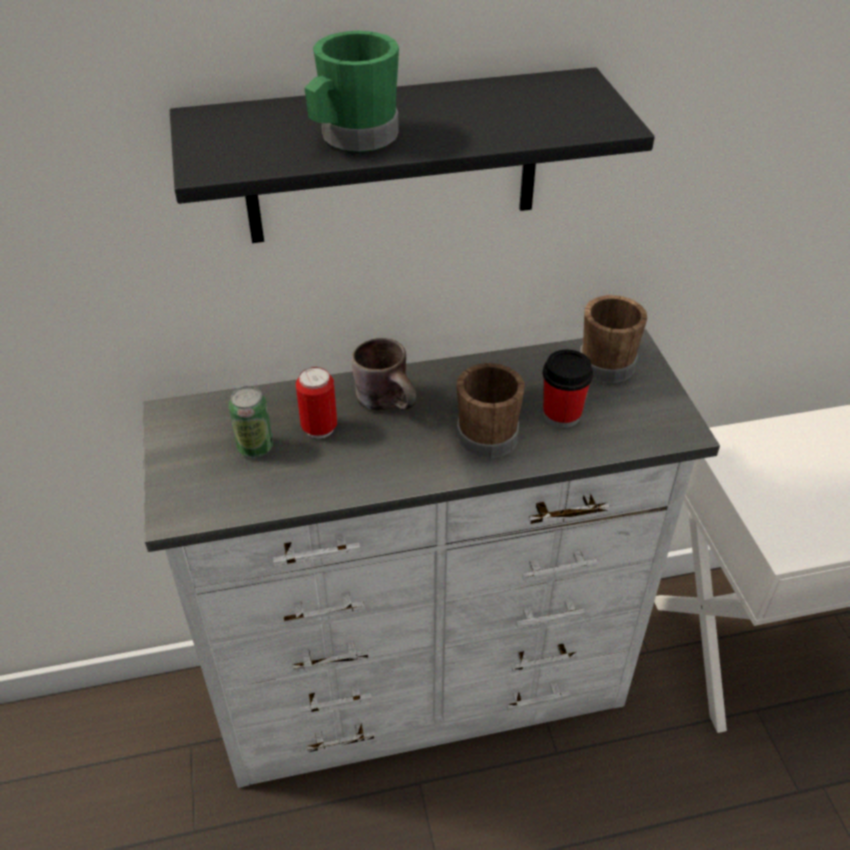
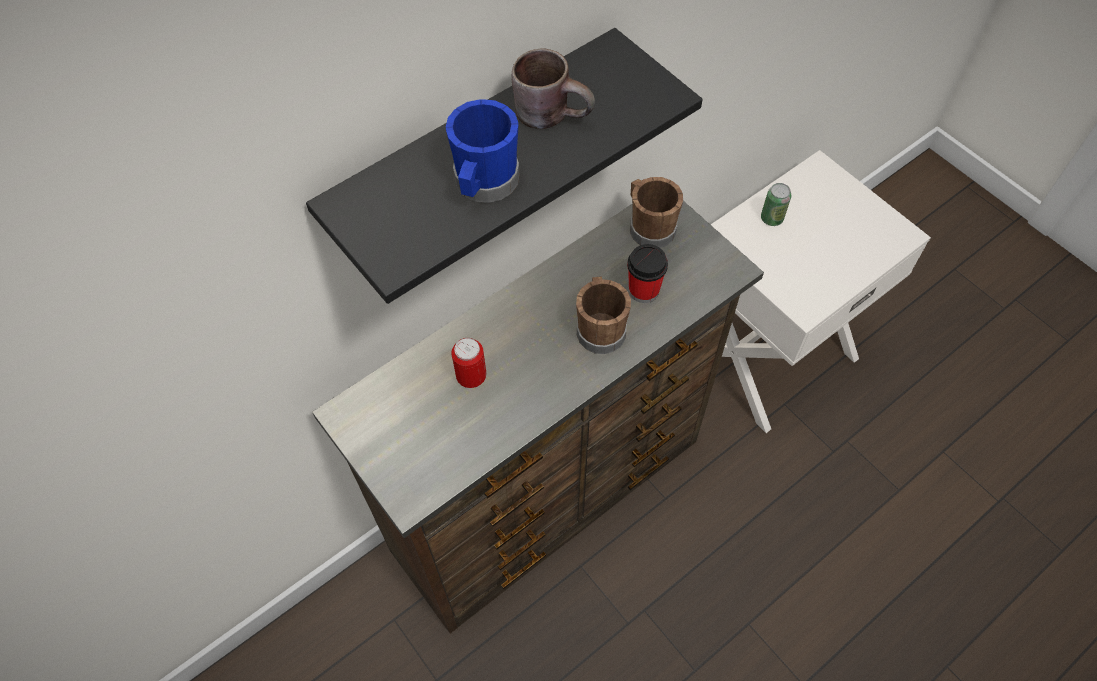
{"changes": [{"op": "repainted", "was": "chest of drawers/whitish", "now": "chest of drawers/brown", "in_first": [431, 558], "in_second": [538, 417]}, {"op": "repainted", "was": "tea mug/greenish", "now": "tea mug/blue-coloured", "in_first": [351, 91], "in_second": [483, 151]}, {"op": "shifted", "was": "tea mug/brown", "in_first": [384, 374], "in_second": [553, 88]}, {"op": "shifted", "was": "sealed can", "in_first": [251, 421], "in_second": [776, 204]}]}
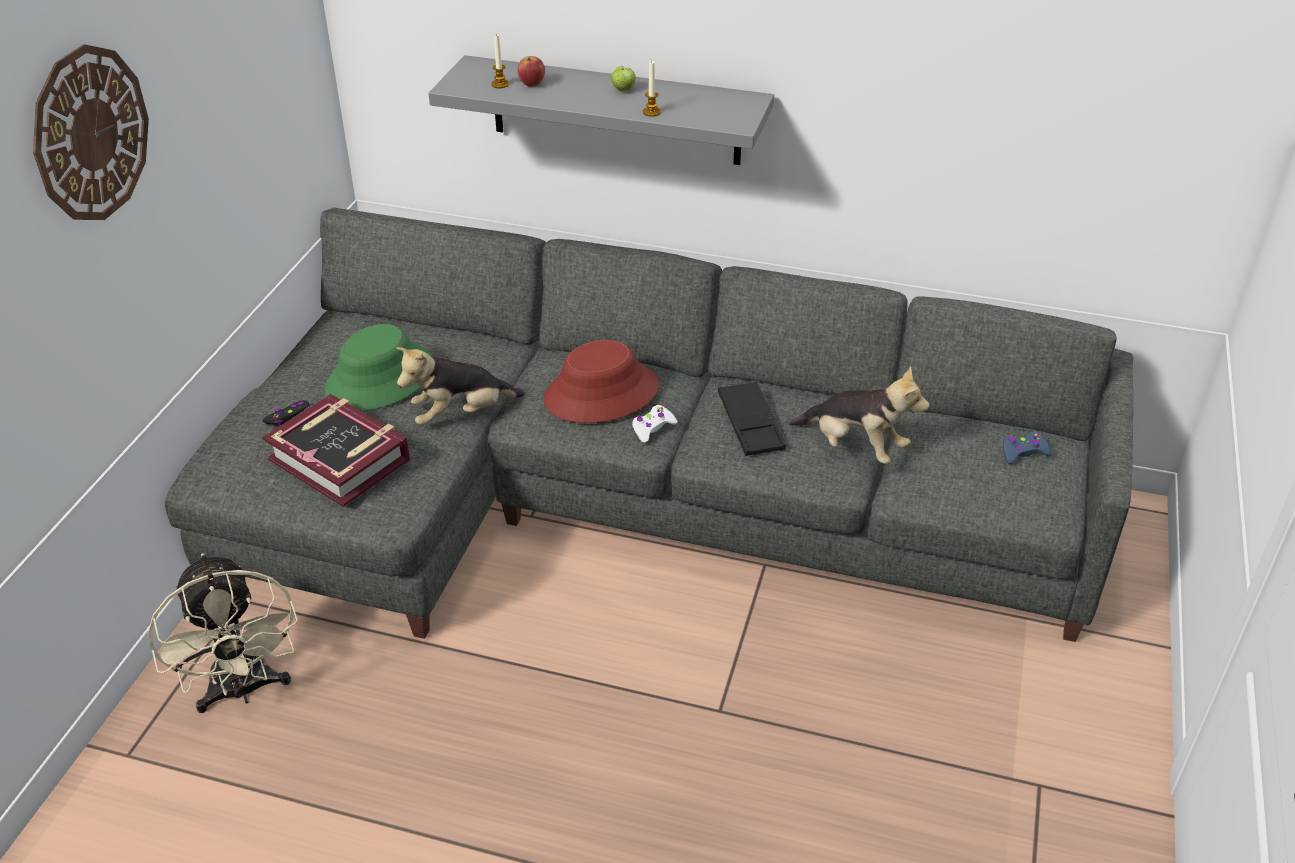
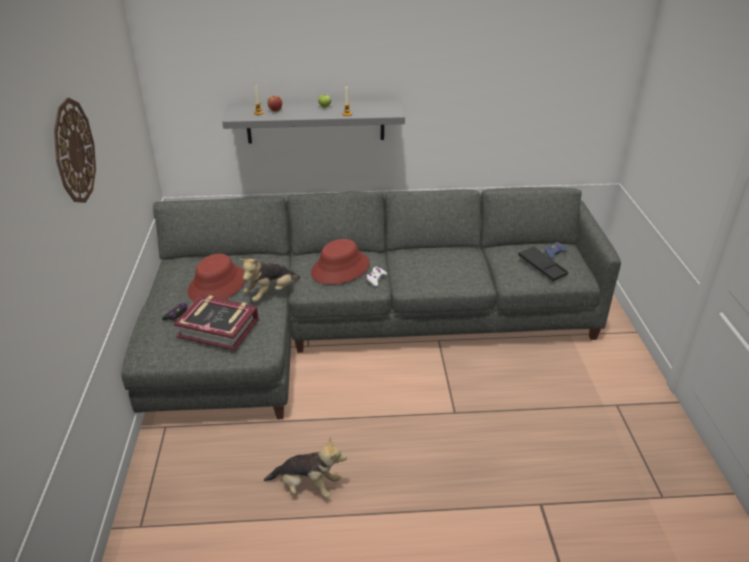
{"changes": [{"op": "repainted", "was": "clothing hat/greenish", "now": "clothing hat/red-coloured", "in_first": [379, 367], "in_second": [216, 277]}, {"op": "shifted", "was": "soft toy", "in_first": [859, 415], "in_second": [305, 467]}, {"op": "shifted", "was": "tray/black", "in_first": [752, 418], "in_second": [543, 263]}, {"op": "gone", "was": "cooling fan/beige", "in_first": [223, 633]}]}
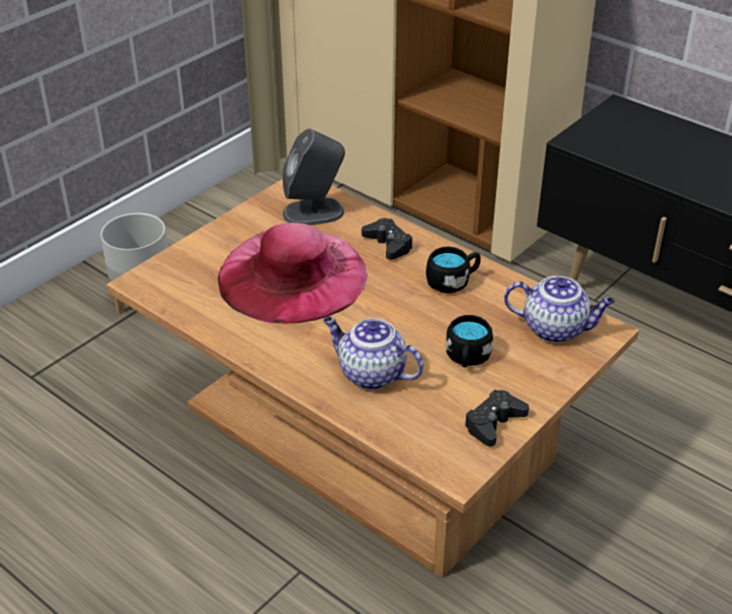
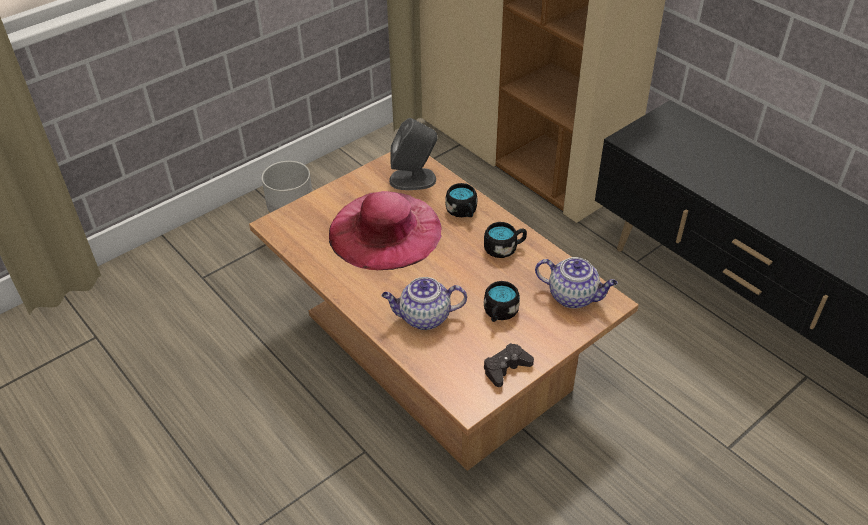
{"changes": [{"op": "rotated", "was": "teapot", "in_first": [373, 353], "in_second": [424, 303], "clockwise": -45}, {"op": "swapped", "was": "gamepad/black", "now": "tea mug/black", "in_first": [387, 239], "in_second": [461, 200]}]}
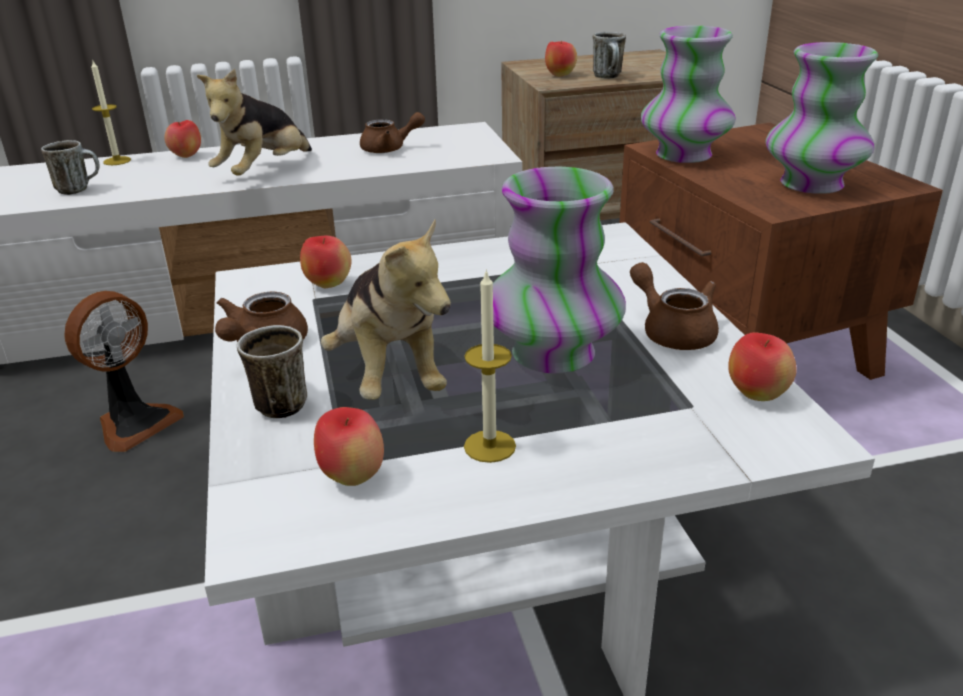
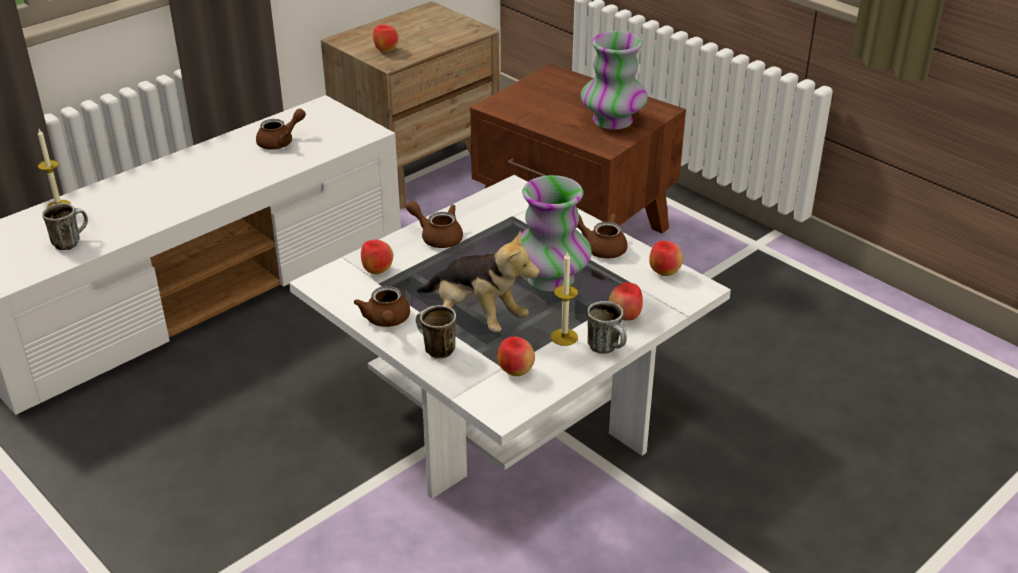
{"changes": [{"op": "new", "now": "teapot/brown", "in_second": [434, 224]}, {"op": "shifted", "was": "tea mug", "in_first": [609, 55], "in_second": [607, 327]}, {"op": "shifted", "was": "apple", "in_first": [182, 139], "in_second": [625, 301]}, {"op": "gone", "was": "cooling fan", "in_first": [124, 371]}, {"op": "gone", "was": "soft toy", "in_first": [254, 122]}, {"op": "gone", "was": "flower vase", "in_first": [688, 94]}]}
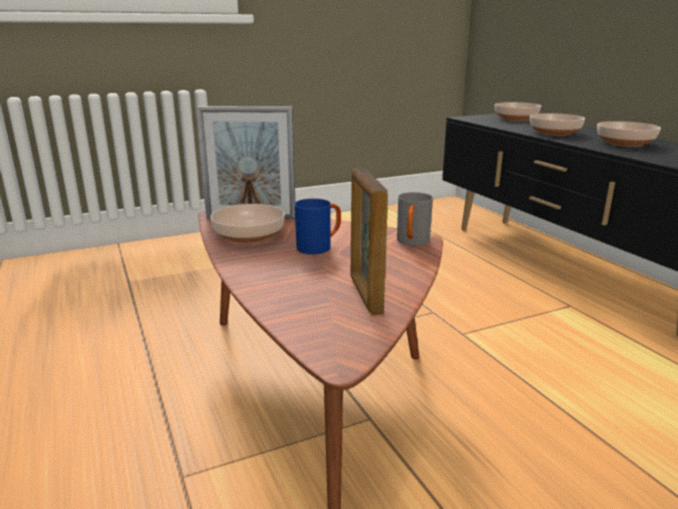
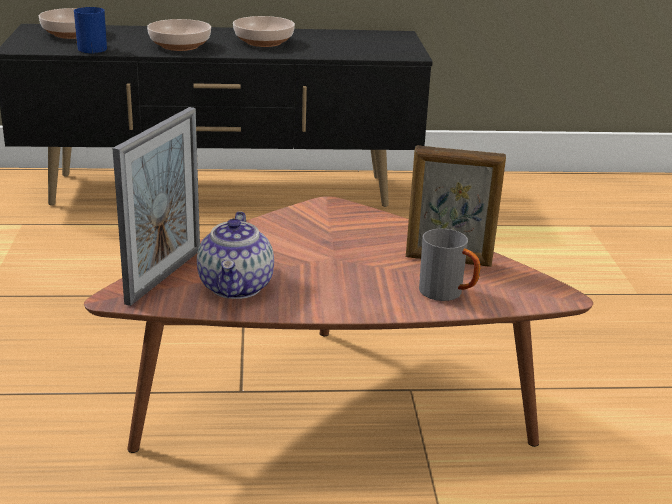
{"changes": [{"op": "shifted", "was": "tea mug/blue-coloured", "in_first": [318, 227], "in_second": [90, 30]}, {"op": "swapped", "was": "bowl", "now": "teapot", "in_first": [248, 223], "in_second": [235, 255]}, {"op": "shifted", "was": "tea mug/greyish", "in_first": [415, 219], "in_second": [449, 265]}]}
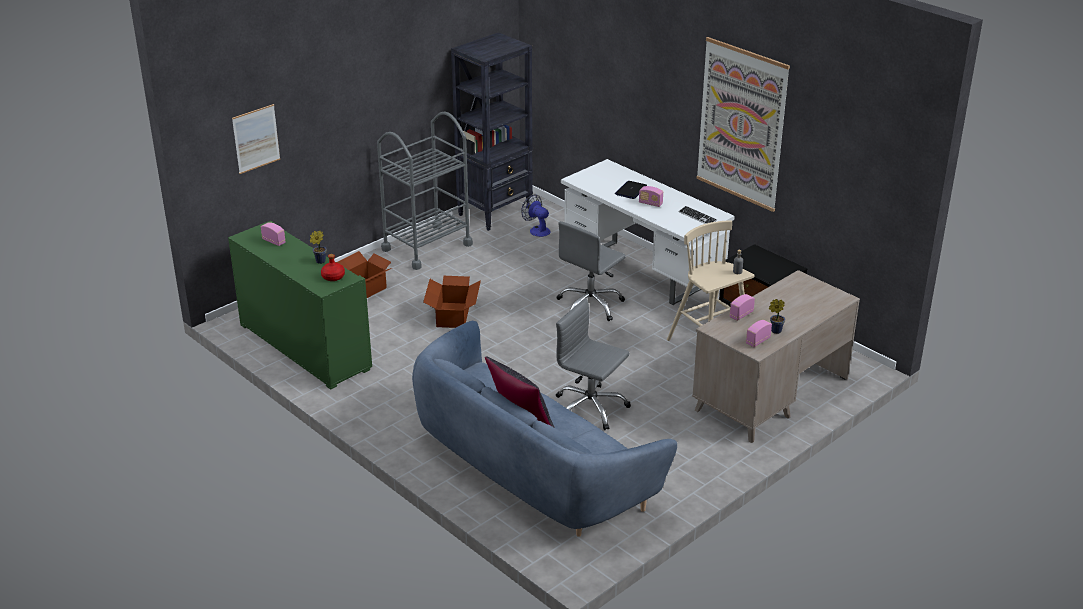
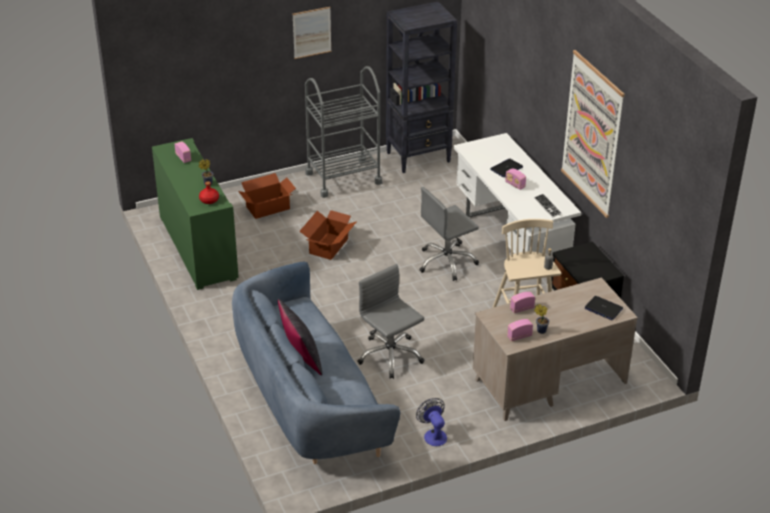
{"changes": [{"op": "shifted", "was": "picture", "in_first": [256, 139], "in_second": [312, 33]}, {"op": "shifted", "was": "cooling fan", "in_first": [536, 216], "in_second": [431, 422]}, {"op": "new", "now": "portable computer", "in_second": [604, 308]}]}
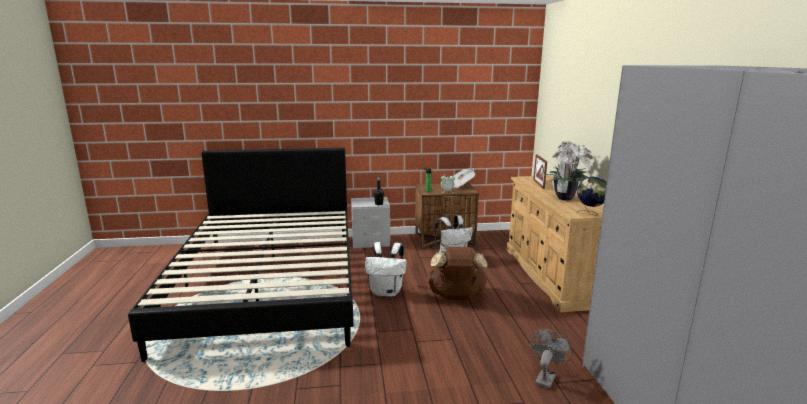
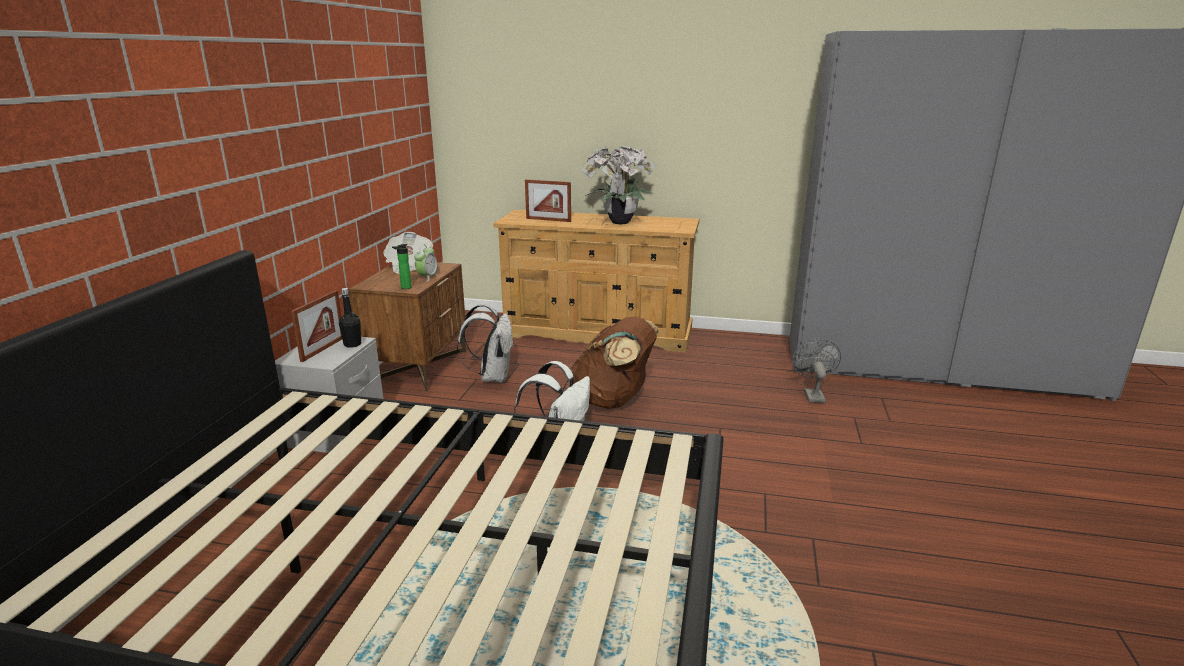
{"changes": [{"op": "new", "now": "photo frame", "in_second": [316, 326]}, {"op": "rotated", "was": "cooling fan/greyish", "in_first": [551, 359], "in_second": [816, 371], "clockwise": 45}, {"op": "gone", "was": "desk globe", "in_first": [592, 196]}]}
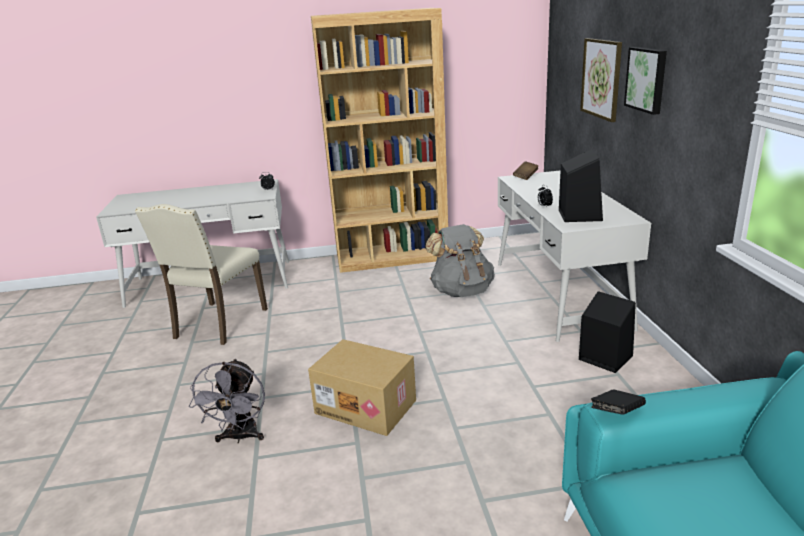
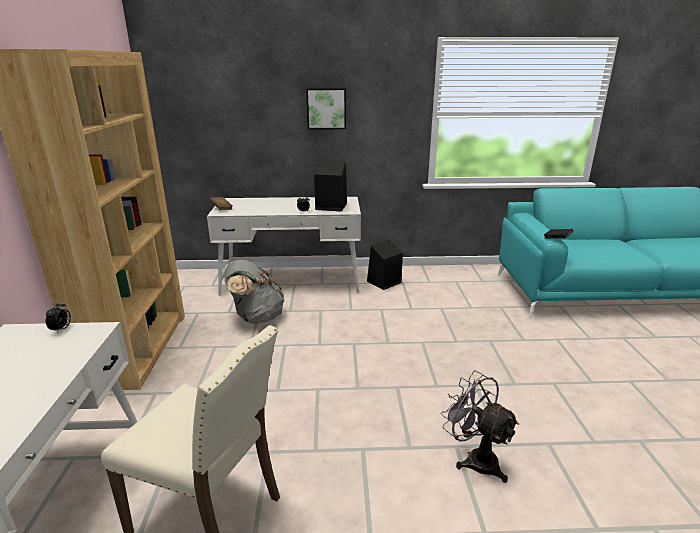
{"changes": [{"op": "rotated", "was": "cooling fan/greyish", "in_first": [227, 401], "in_second": [480, 426], "clockwise": -135}, {"op": "gone", "was": "cardboard box", "in_first": [362, 387]}, {"op": "gone", "was": "picture", "in_first": [601, 80]}]}
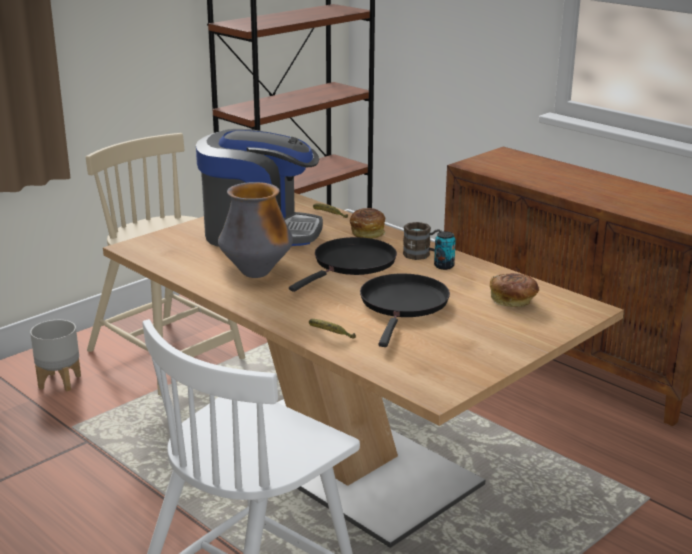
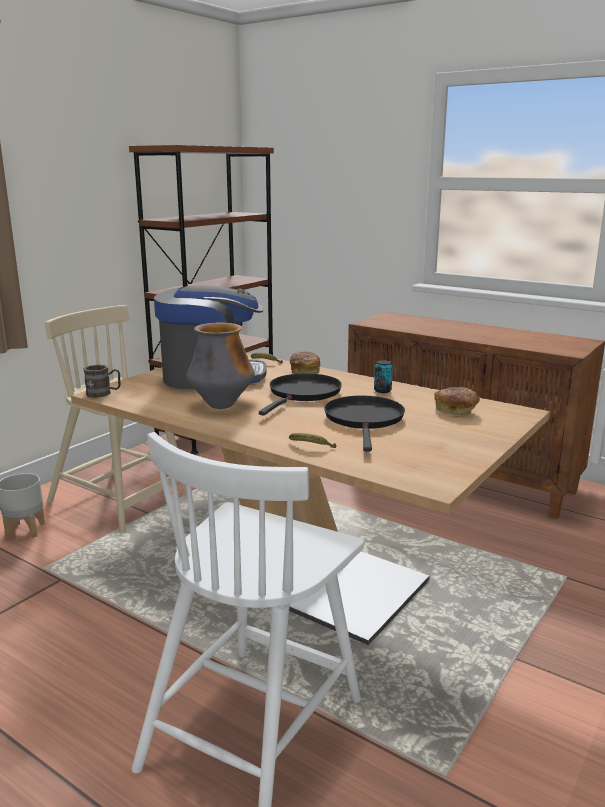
{"changes": [{"op": "shifted", "was": "tea mug/brown", "in_first": [422, 241], "in_second": [101, 381]}]}
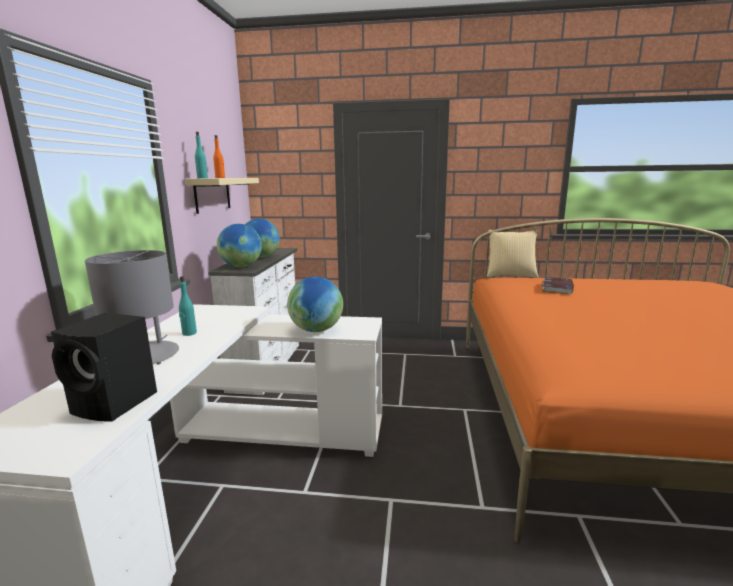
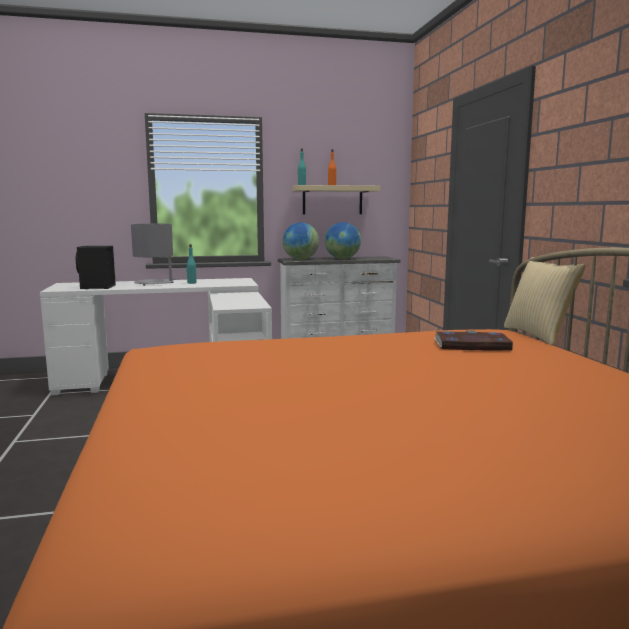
{"changes": [{"op": "gone", "was": "desk globe", "in_first": [315, 304]}]}
